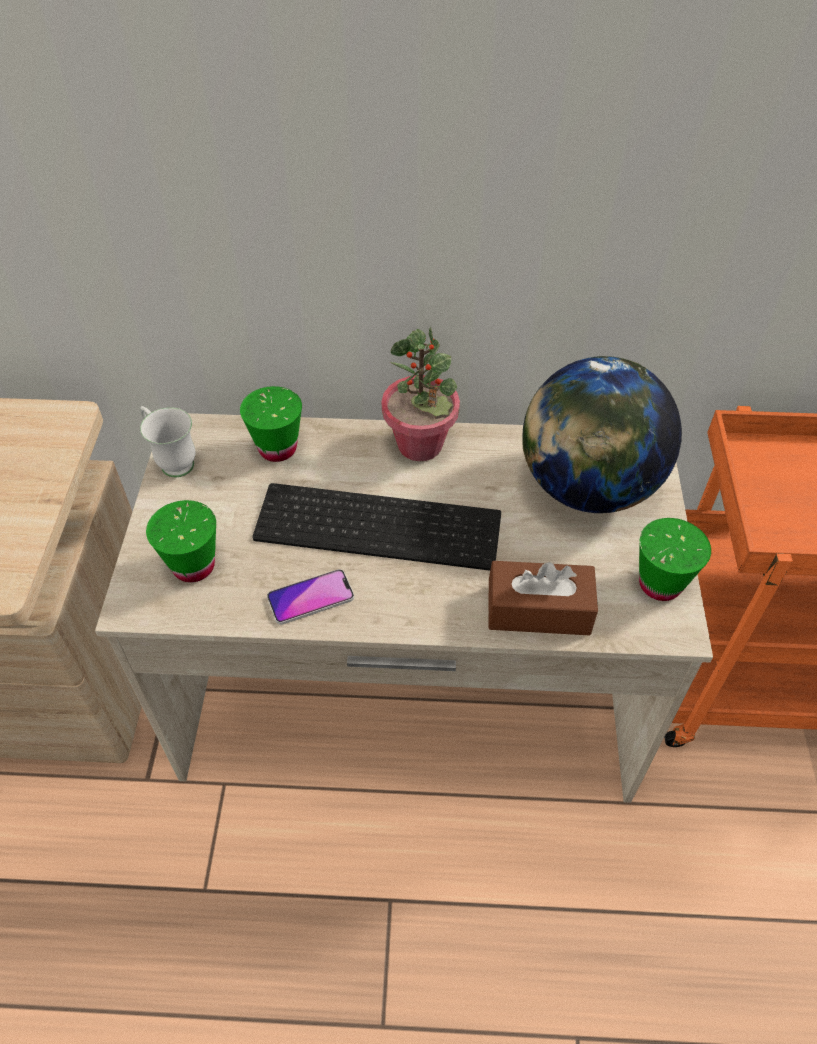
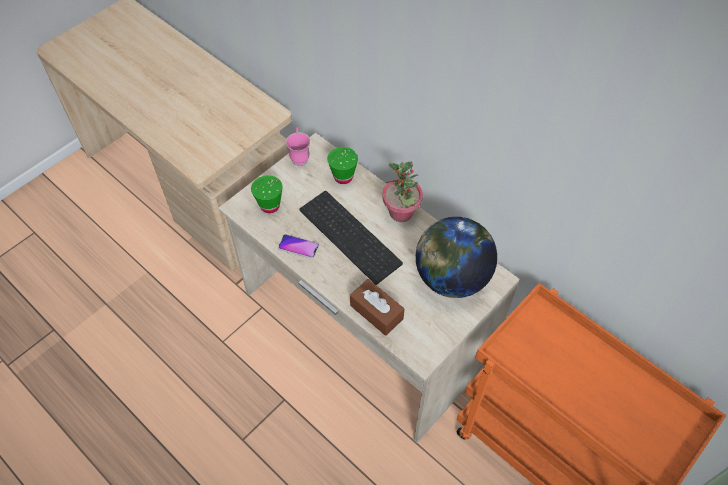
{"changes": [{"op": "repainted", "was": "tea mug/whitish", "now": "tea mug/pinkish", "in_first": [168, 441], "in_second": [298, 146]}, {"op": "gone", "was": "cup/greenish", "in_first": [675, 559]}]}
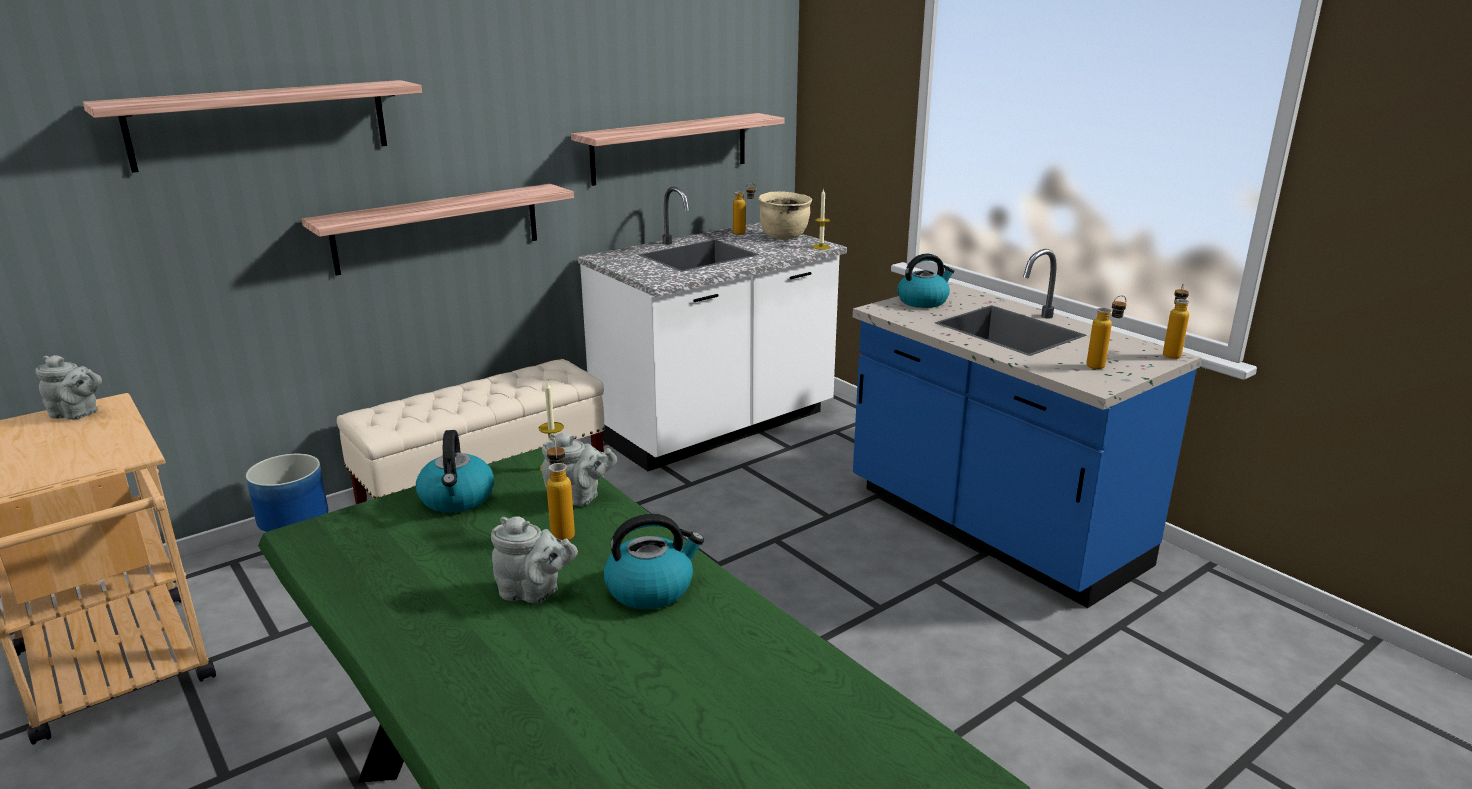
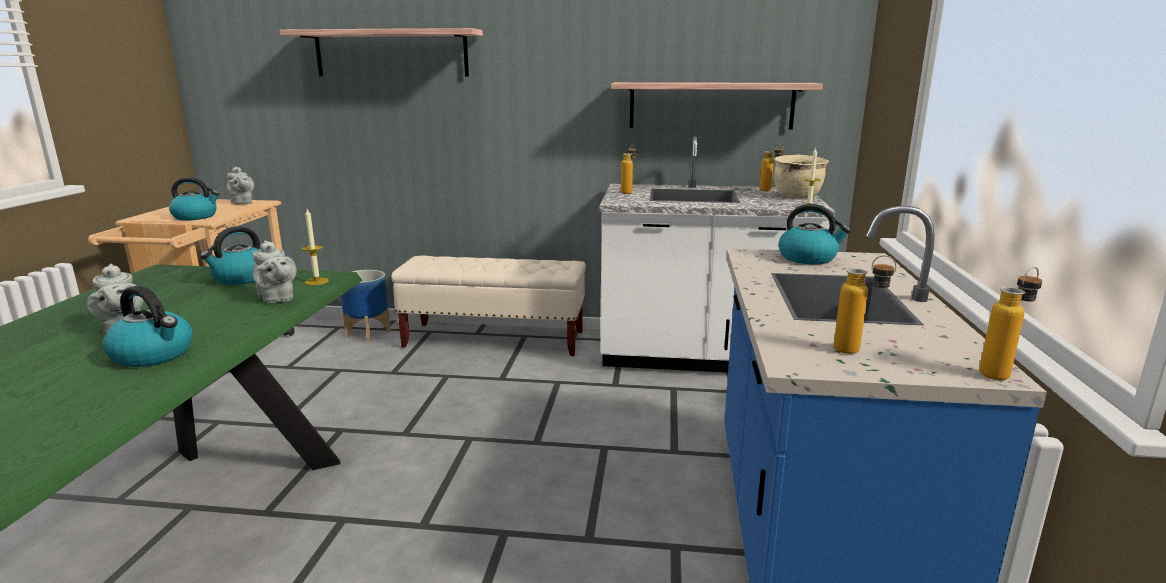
{"changes": [{"op": "new", "now": "tea kettle", "in_second": [194, 198]}, {"op": "shifted", "was": "beverage bottle", "in_first": [560, 490], "in_second": [629, 169]}, {"op": "gone", "was": "shelf", "in_first": [437, 230]}]}
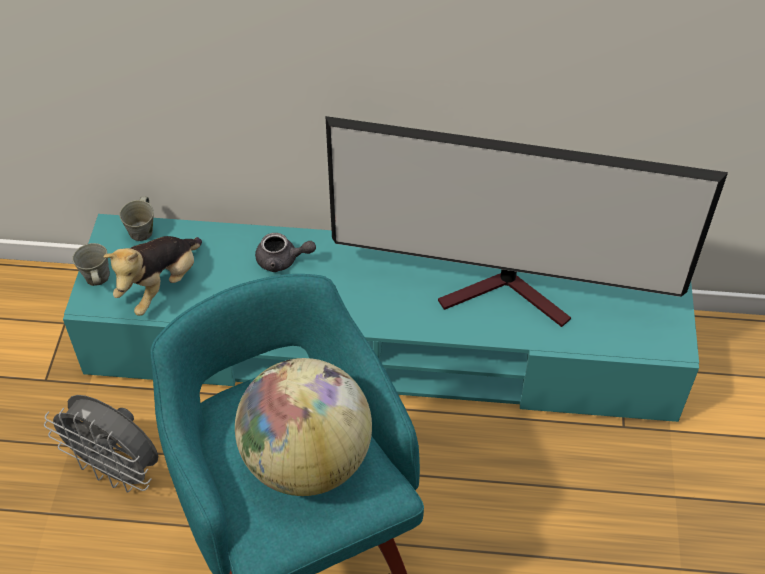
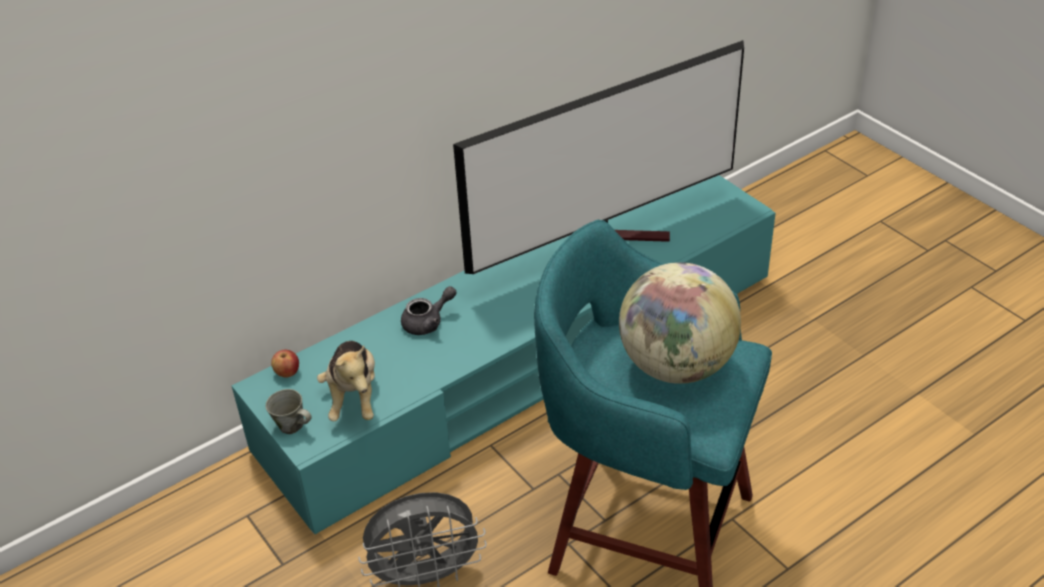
{"changes": [{"op": "swapped", "was": "tea mug/greyish", "now": "apple", "in_first": [136, 218], "in_second": [285, 364]}]}
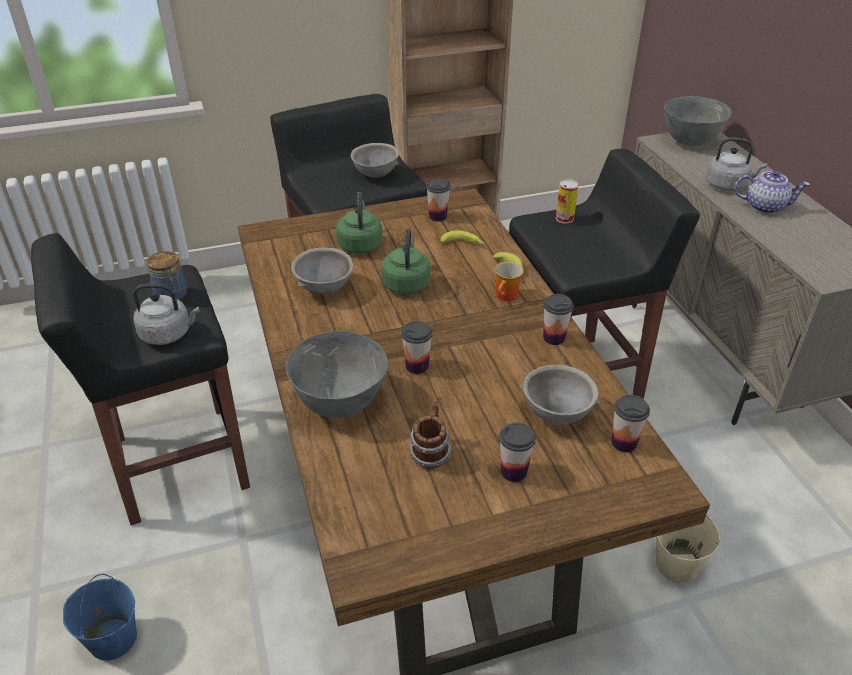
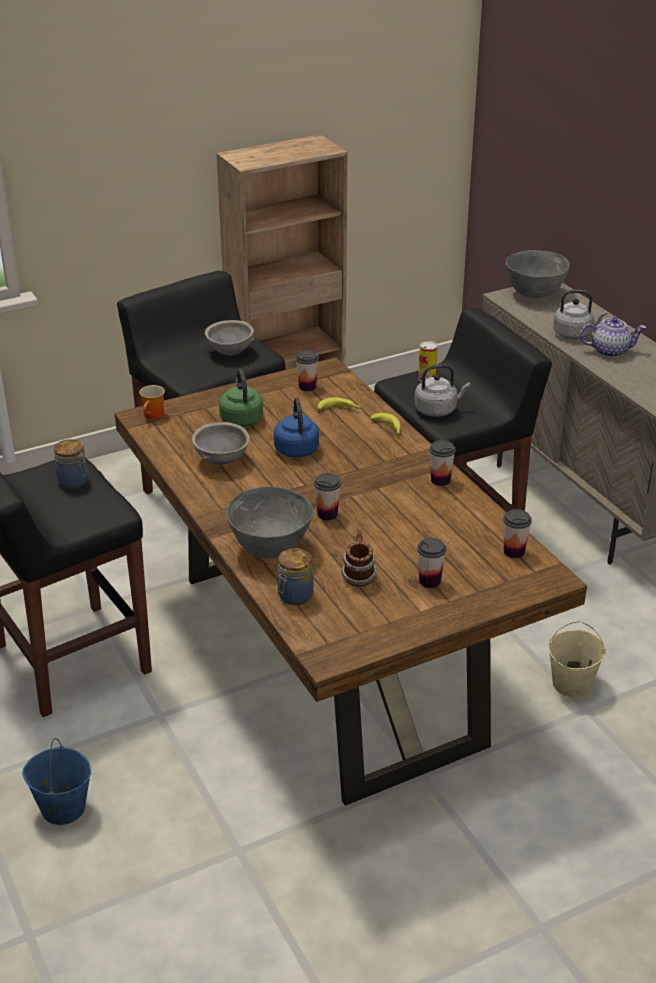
{"changes": [{"op": "shifted", "was": "tea mug", "in_first": [509, 281], "in_second": [152, 402]}, {"op": "repainted", "was": "tea kettle/greenish", "now": "tea kettle/blue-coloured", "in_first": [406, 261], "in_second": [296, 427]}, {"op": "new", "now": "preserve jar", "in_second": [296, 576]}, {"op": "shifted", "was": "tea kettle/greyish", "in_first": [166, 314], "in_second": [442, 390]}, {"op": "gone", "was": "bowl/greyish", "in_first": [560, 394]}]}
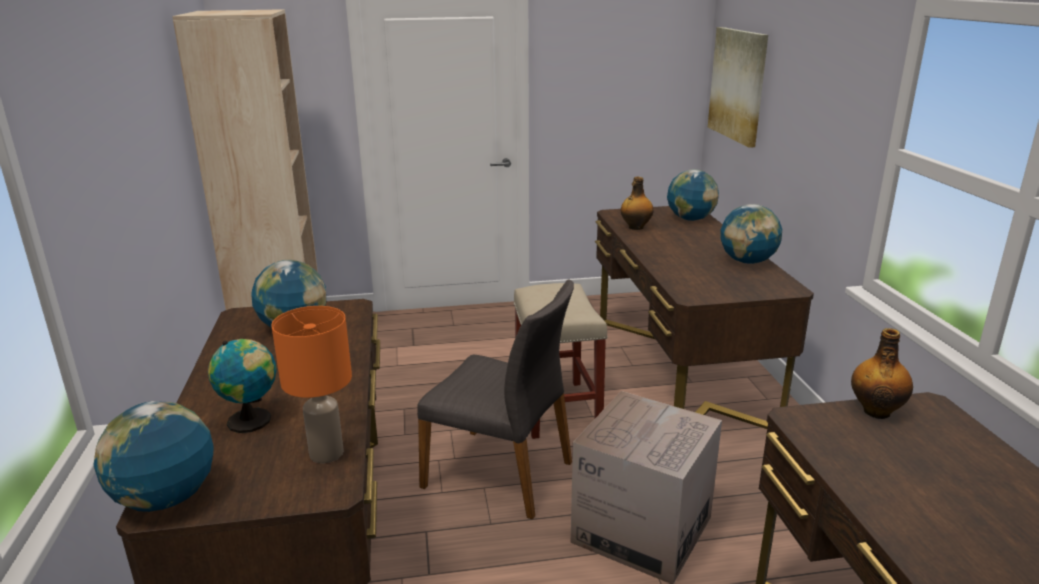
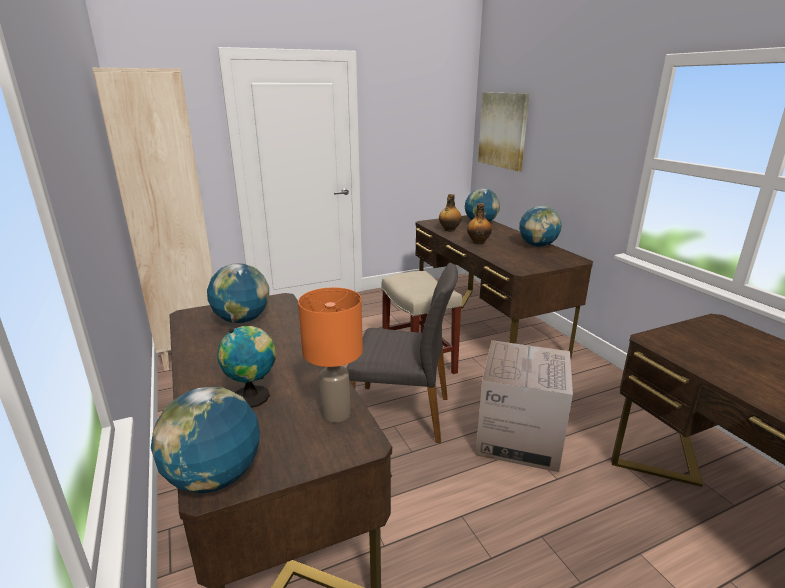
{"changes": [{"op": "shifted", "was": "beverage bottle", "in_first": [882, 373], "in_second": [479, 224]}]}
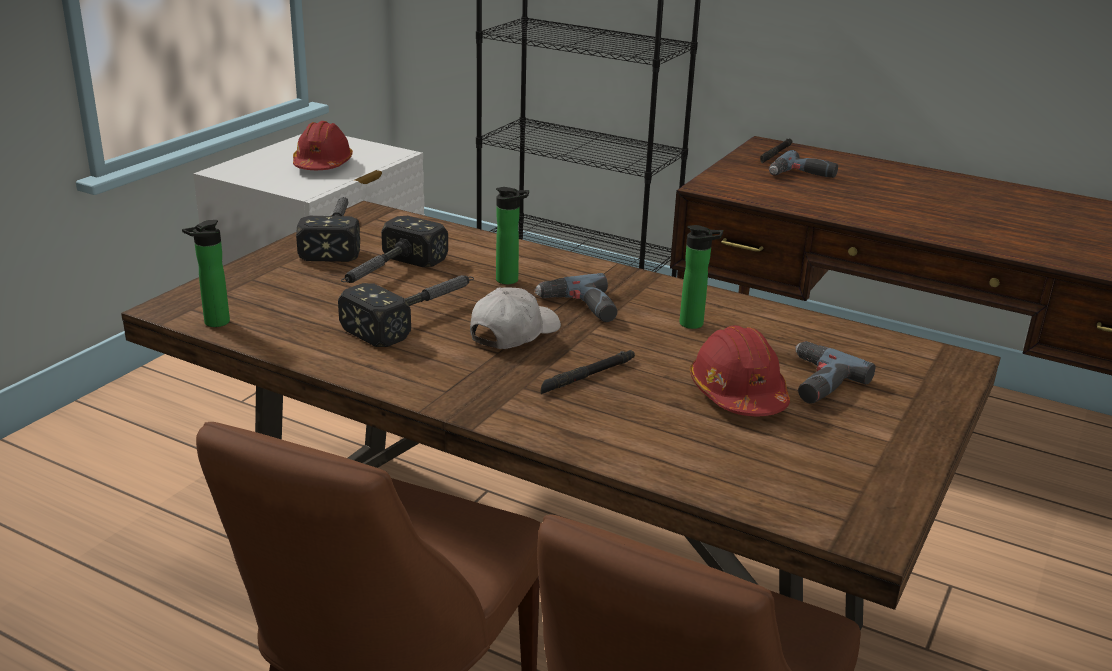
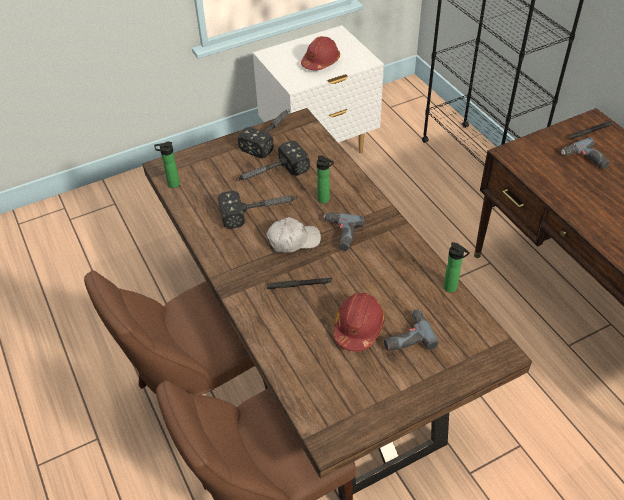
{"changes": [{"op": "shifted", "was": "beverage bottle", "in_first": [701, 277], "in_second": [456, 267]}]}
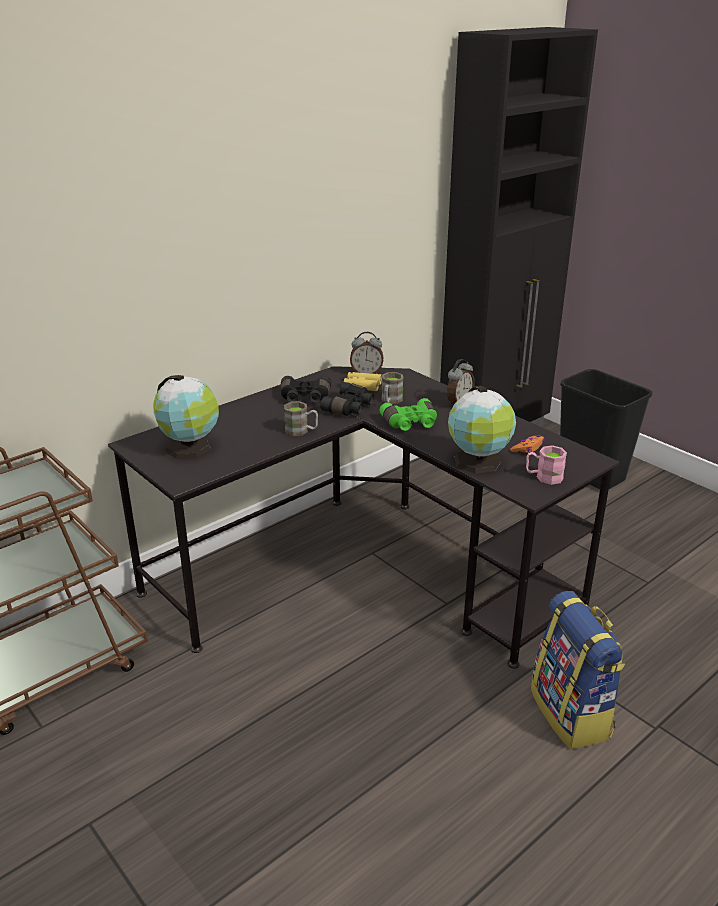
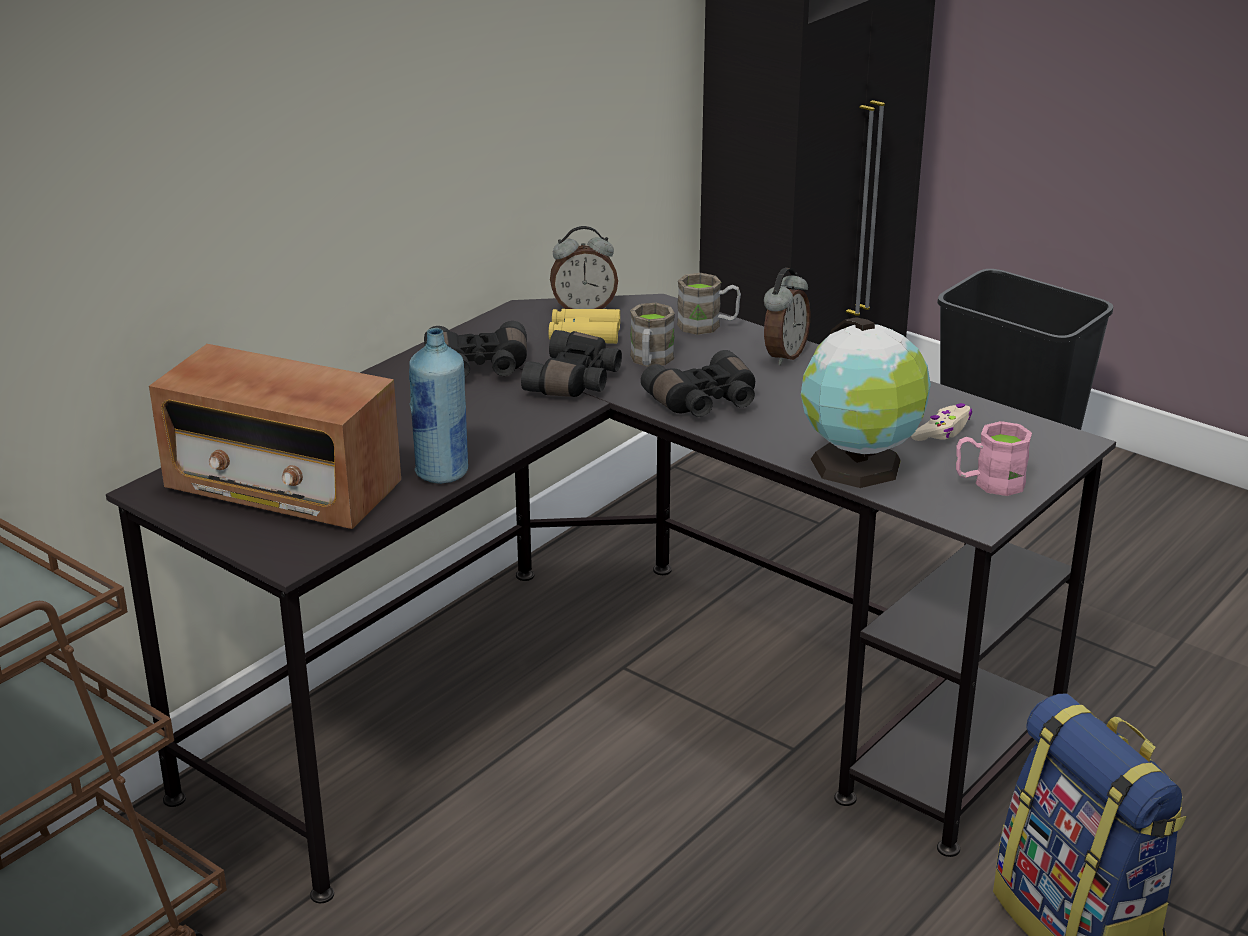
{"changes": [{"op": "swapped", "was": "desk globe", "now": "radio receiver", "in_first": [186, 417], "in_second": [275, 436]}, {"op": "new", "now": "beverage bottle/blue-coloured", "in_second": [438, 406]}, {"op": "repainted", "was": "binoculars/greenish", "now": "binoculars/black", "in_first": [408, 414], "in_second": [698, 383]}, {"op": "shifted", "was": "tea mug/brown", "in_first": [301, 418], "in_second": [709, 304]}, {"op": "repainted", "was": "gamepad/orange", "now": "gamepad/beige", "in_first": [527, 444], "in_second": [941, 422]}]}
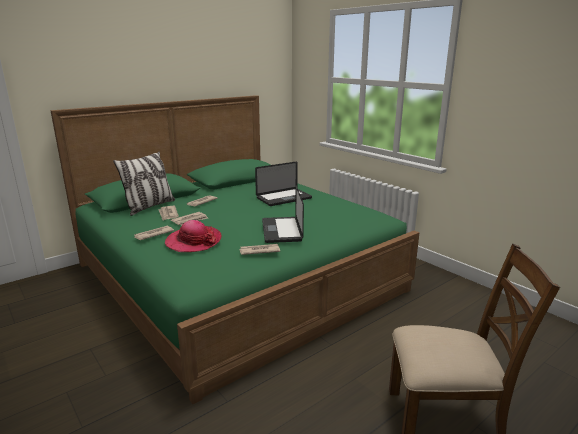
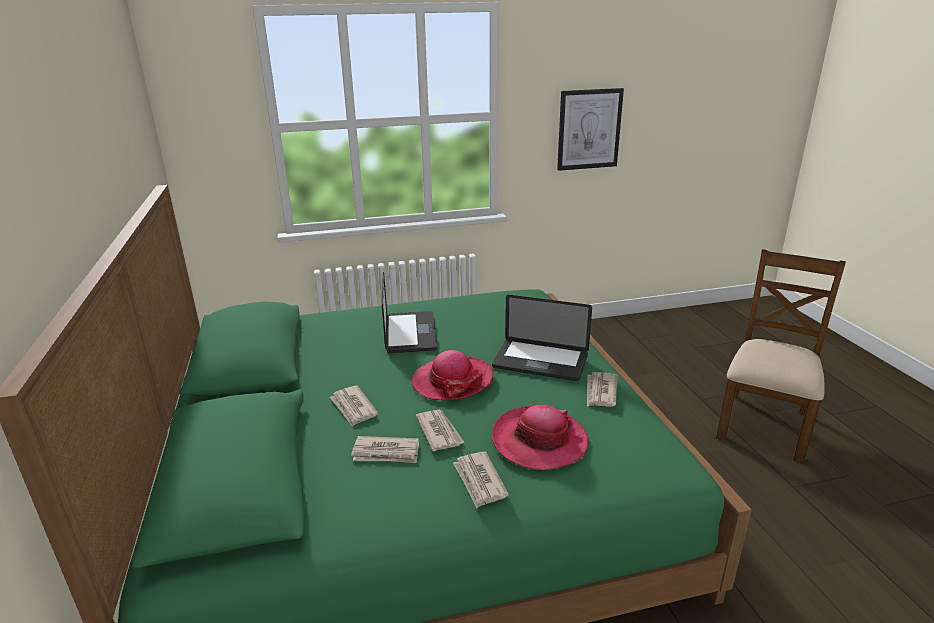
{"changes": [{"op": "new", "now": "clothing hat", "in_second": [452, 375]}, {"op": "new", "now": "picture", "in_second": [590, 129]}, {"op": "gone", "was": "cushion", "in_first": [144, 184]}]}
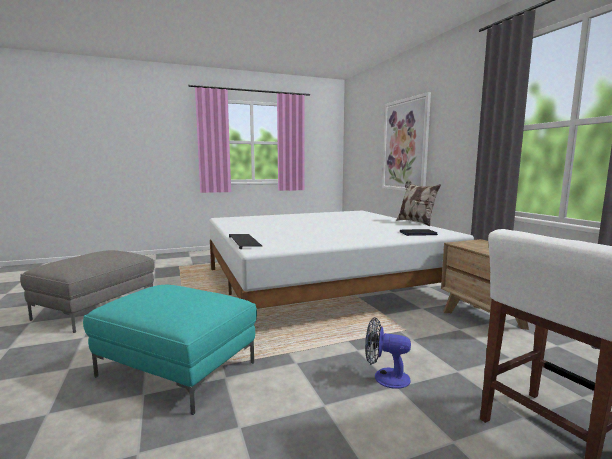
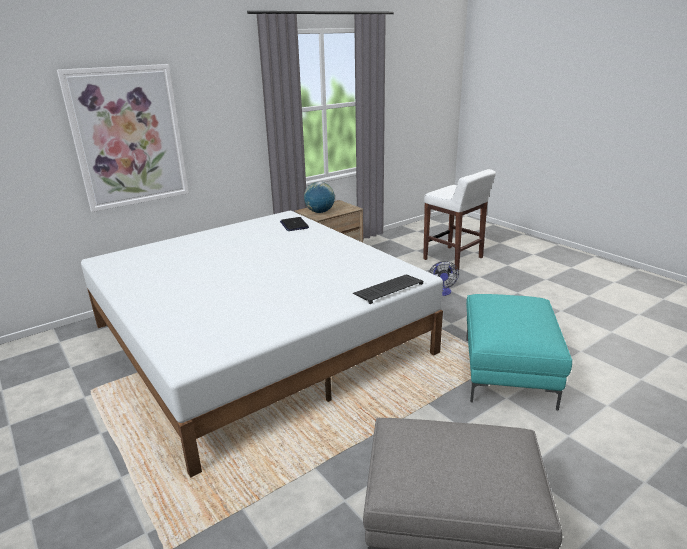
{"changes": [{"op": "new", "now": "desk globe", "in_second": [319, 197]}, {"op": "gone", "was": "cushion", "in_first": [418, 203]}]}
